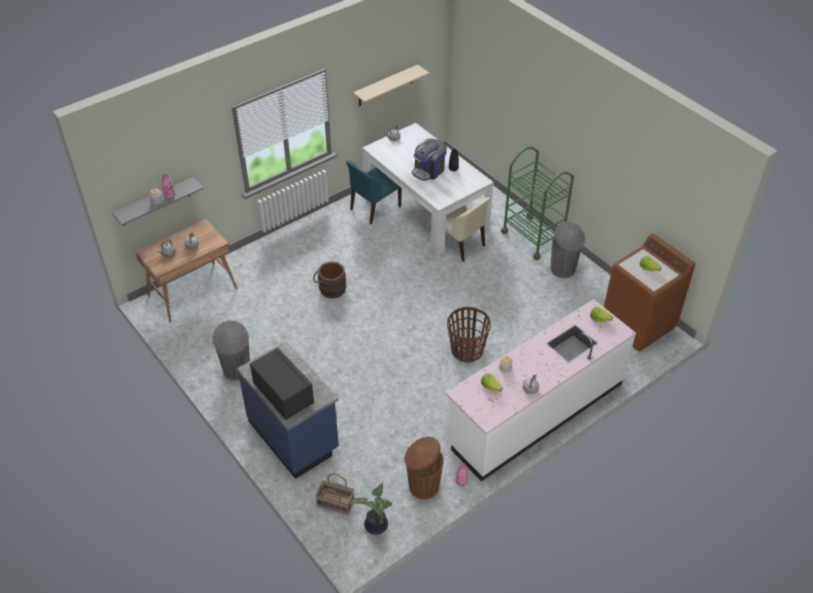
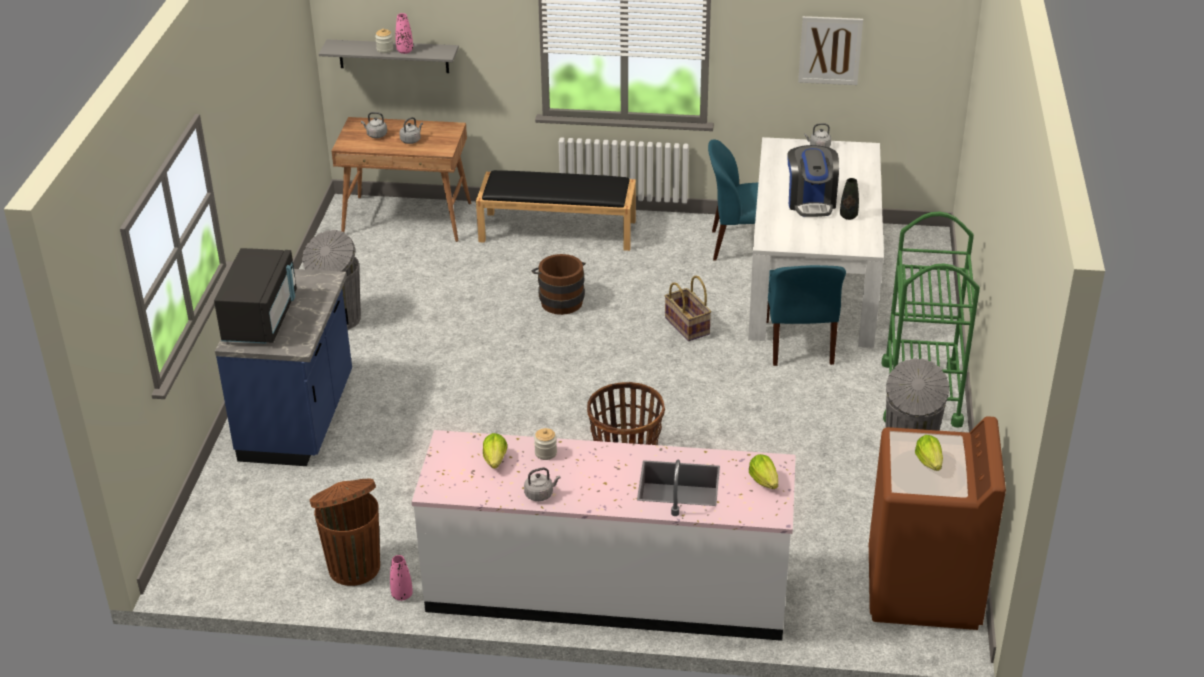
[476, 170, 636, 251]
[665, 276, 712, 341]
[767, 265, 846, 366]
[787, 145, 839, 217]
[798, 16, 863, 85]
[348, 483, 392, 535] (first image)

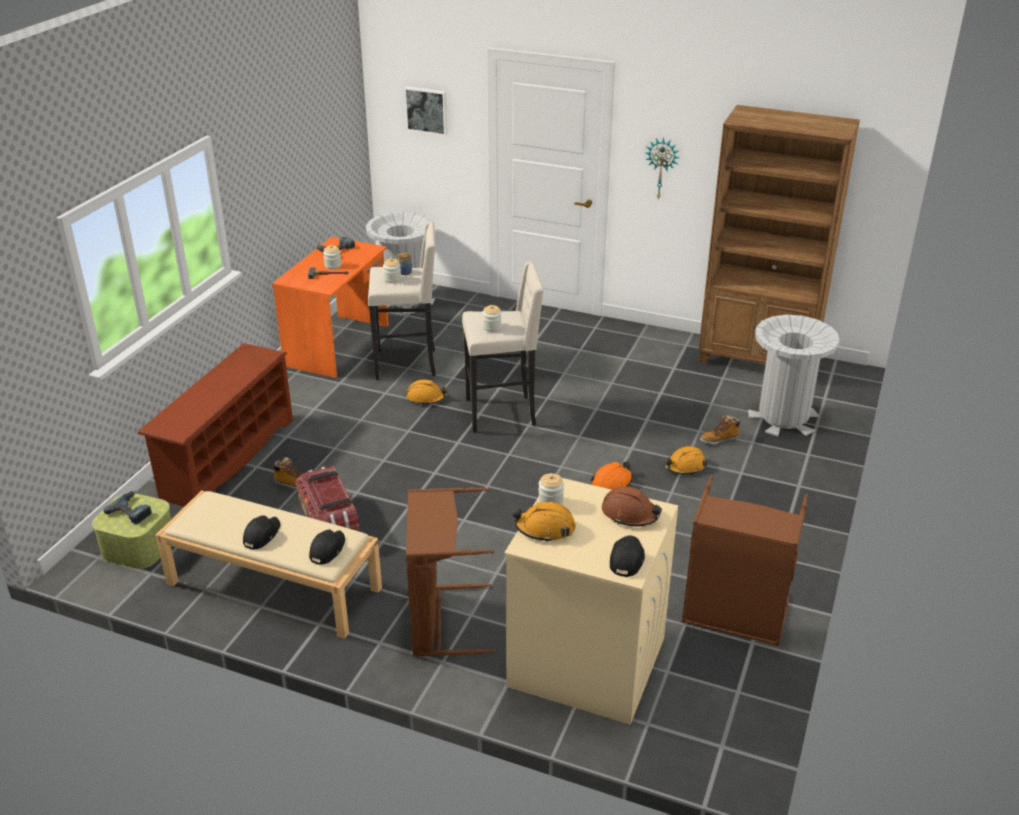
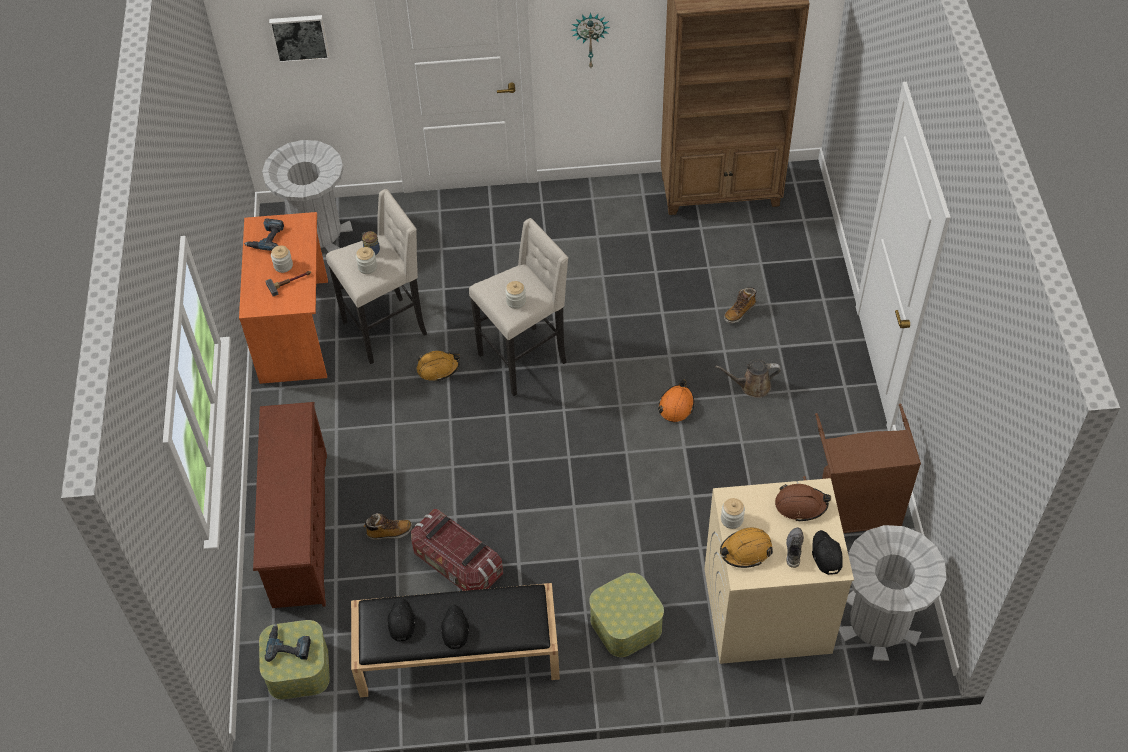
[351, 583, 560, 697]
[387, 598, 415, 641]
[589, 573, 664, 657]
[715, 360, 781, 398]
[786, 527, 804, 568]
[839, 525, 946, 661]
[664, 446, 707, 475] (first image)

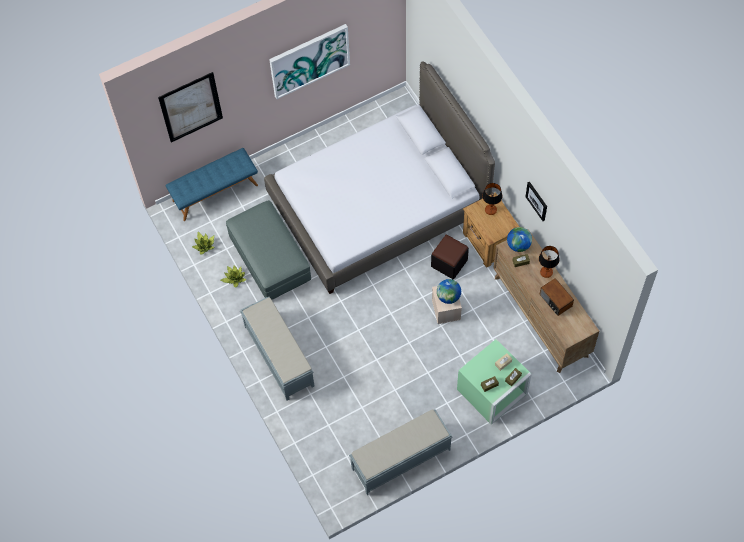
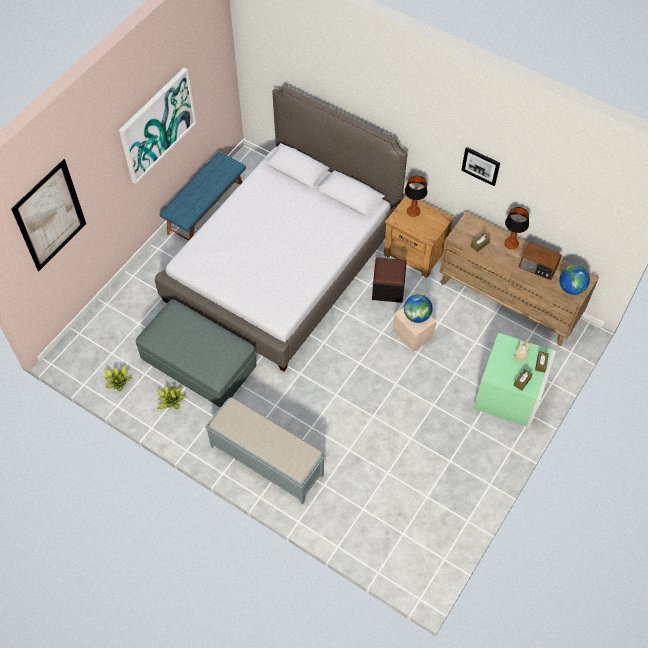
[159, 152, 246, 241]
[559, 265, 590, 295]
[349, 409, 453, 495] (first image)

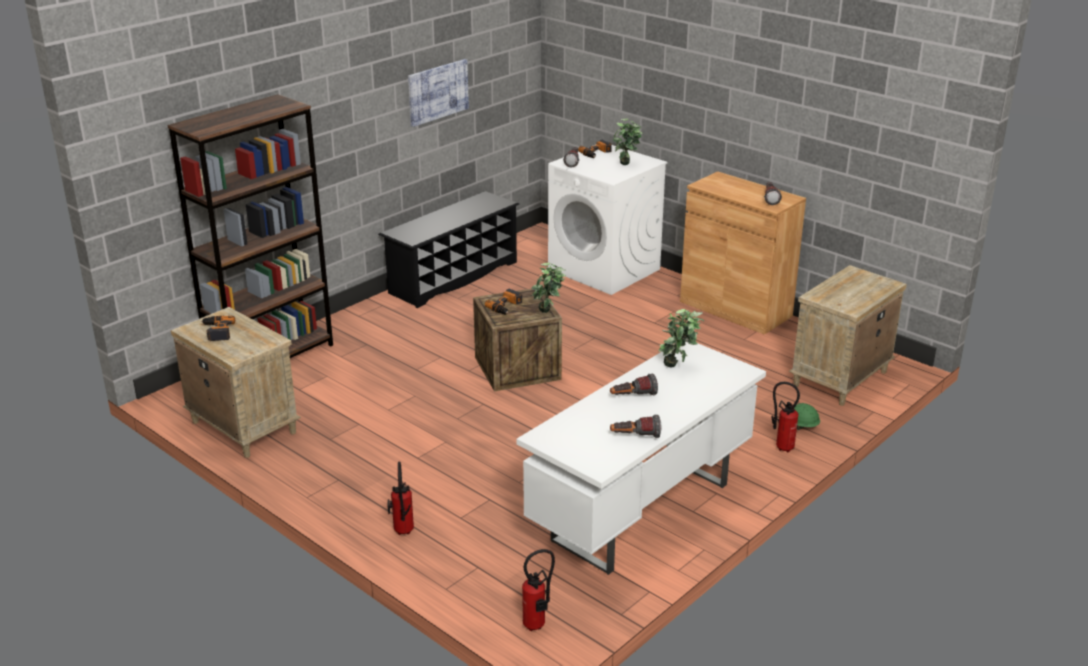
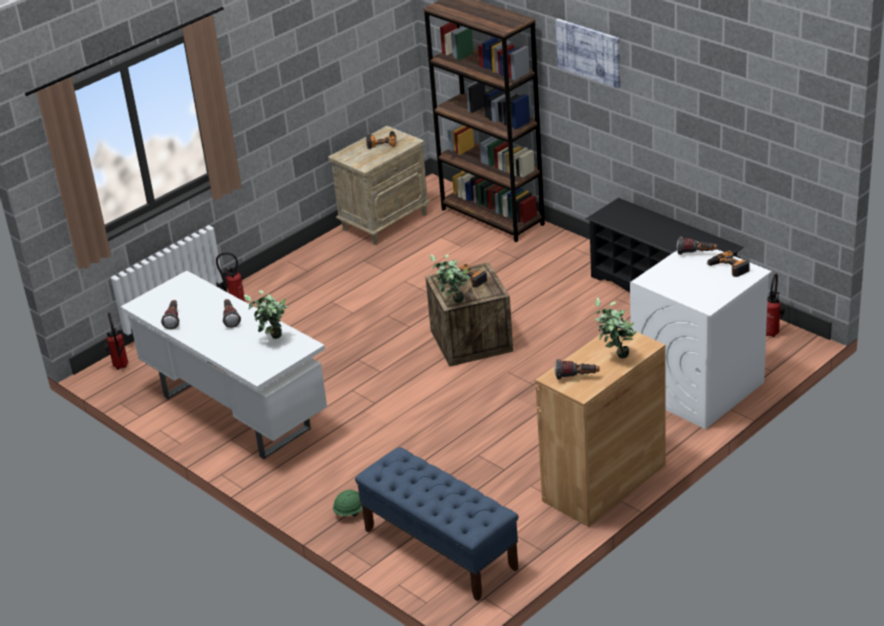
[355, 447, 519, 601]
[556, 19, 620, 88]
[595, 298, 636, 358]
[766, 274, 785, 337]

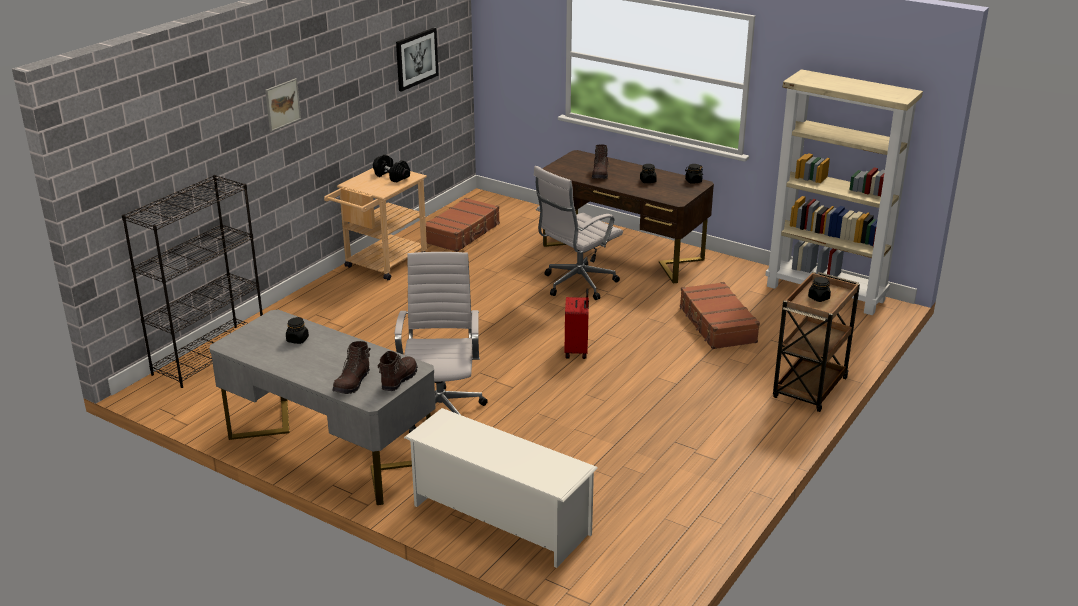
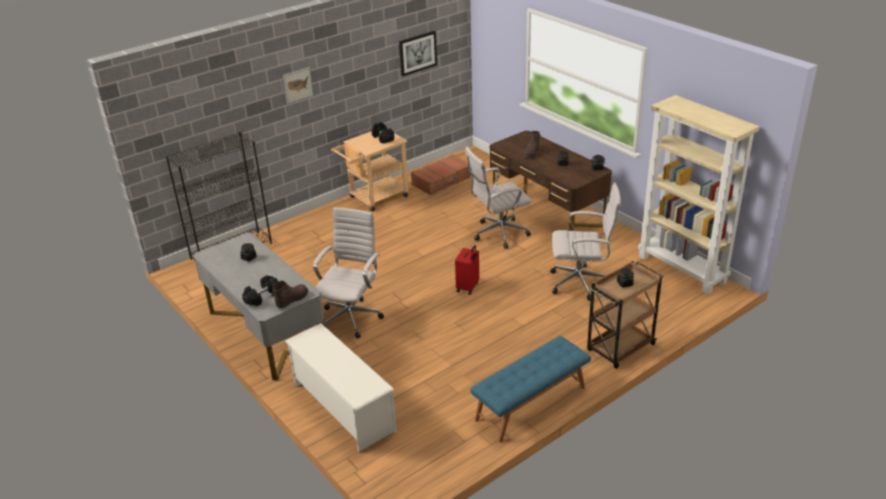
[242, 275, 279, 306]
[470, 336, 591, 442]
[550, 182, 621, 301]

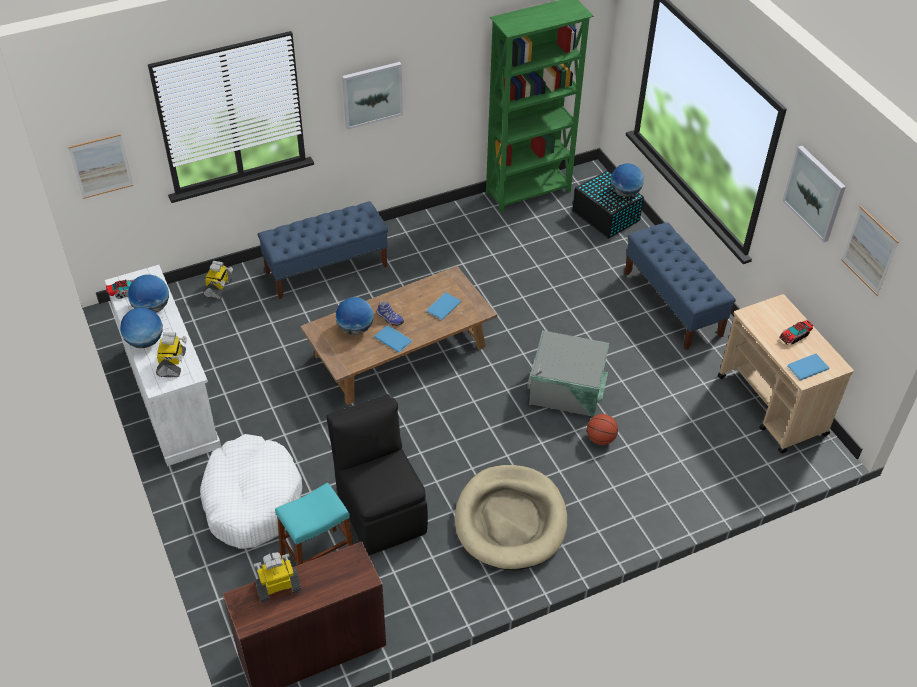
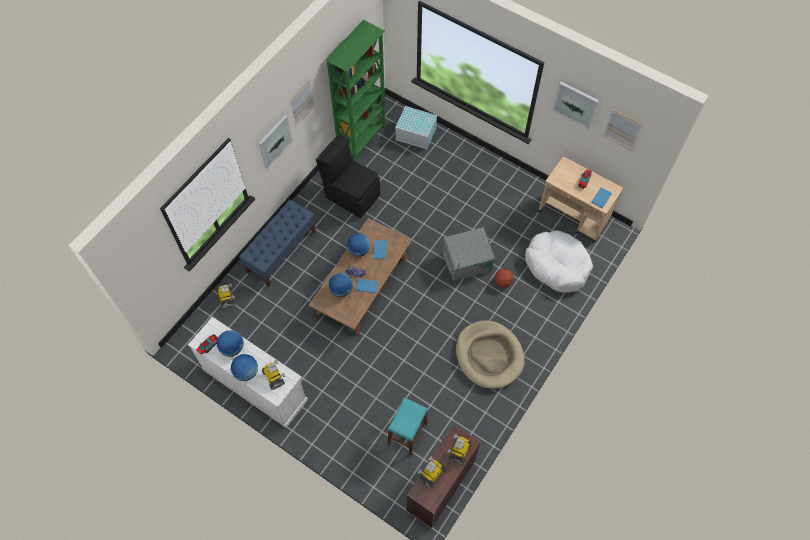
[290, 80, 315, 127]
[316, 135, 380, 218]
[347, 233, 370, 257]
[395, 106, 437, 149]
[447, 434, 472, 465]
[525, 231, 593, 293]
[624, 222, 736, 350] (first image)

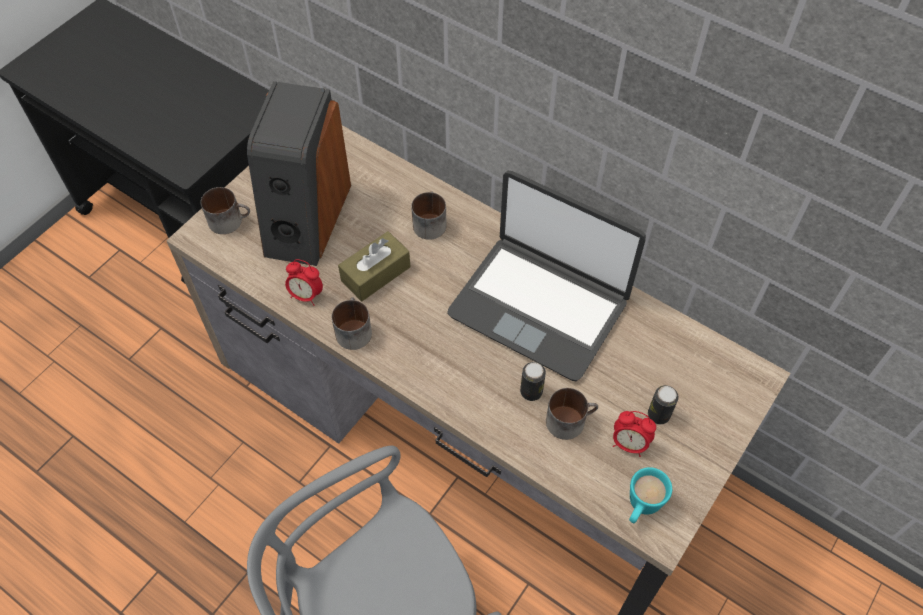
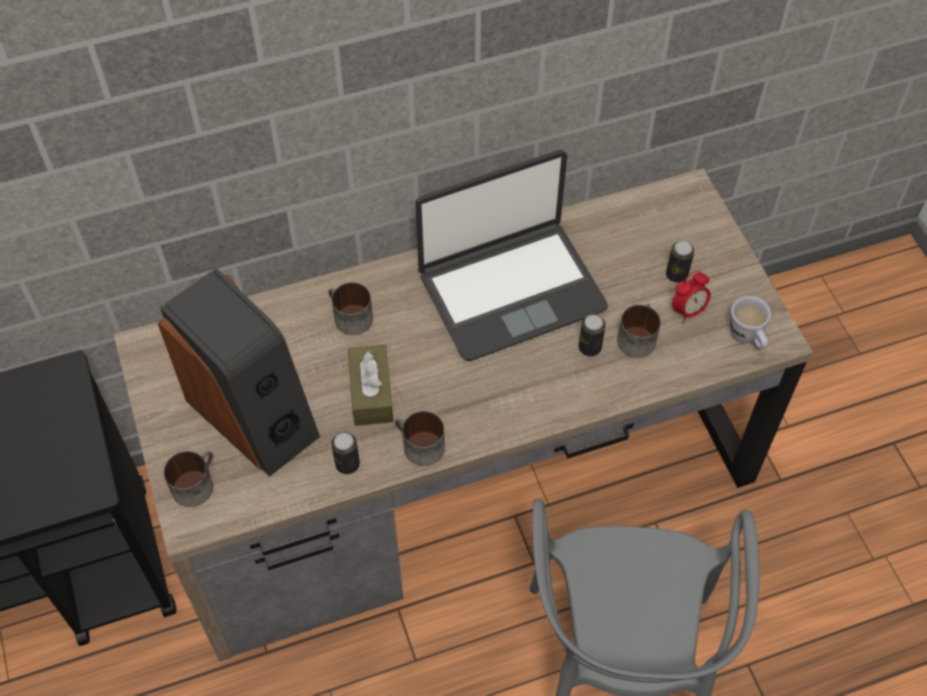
[331, 432, 360, 474]
[730, 296, 771, 349]

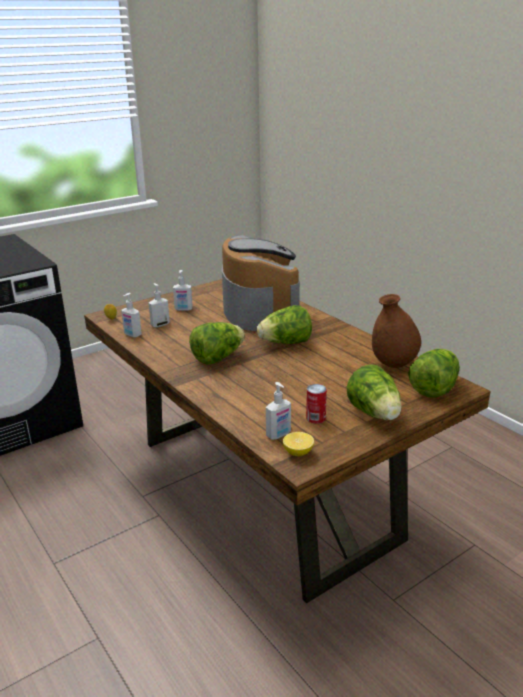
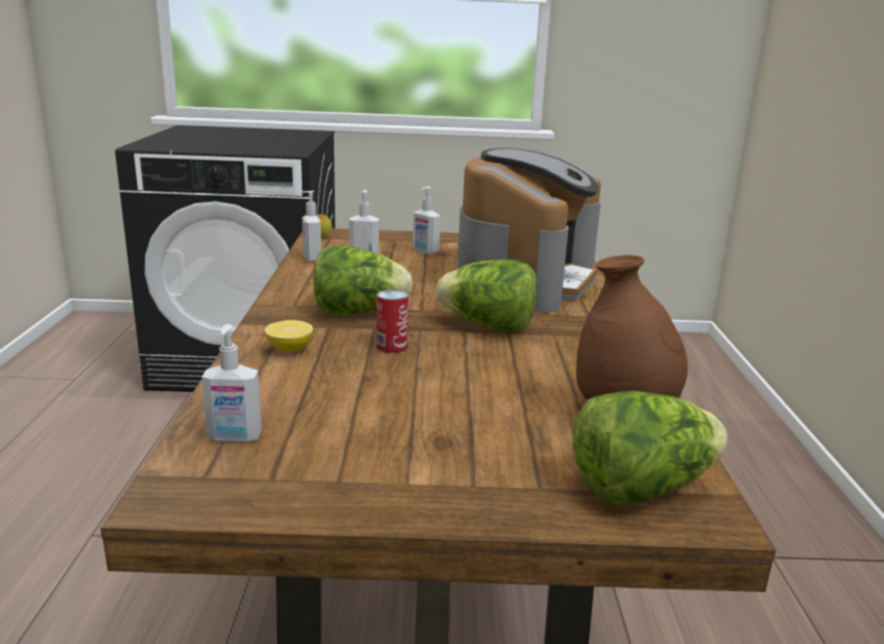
[265, 320, 313, 352]
[376, 289, 409, 353]
[347, 364, 402, 420] (first image)

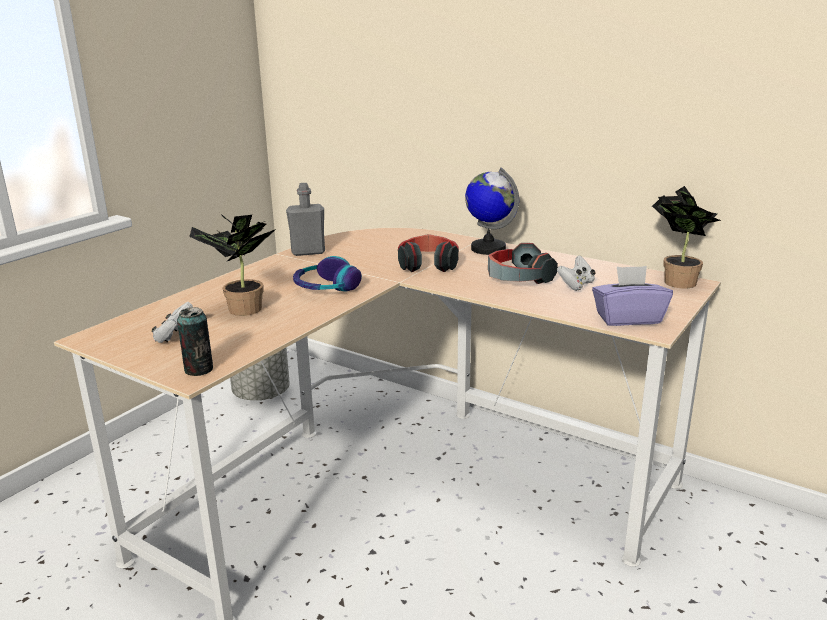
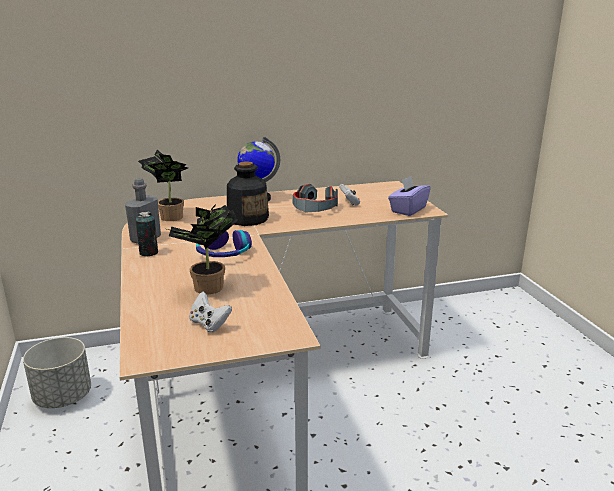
[136, 212, 158, 256]
[138, 150, 188, 221]
[227, 161, 269, 226]

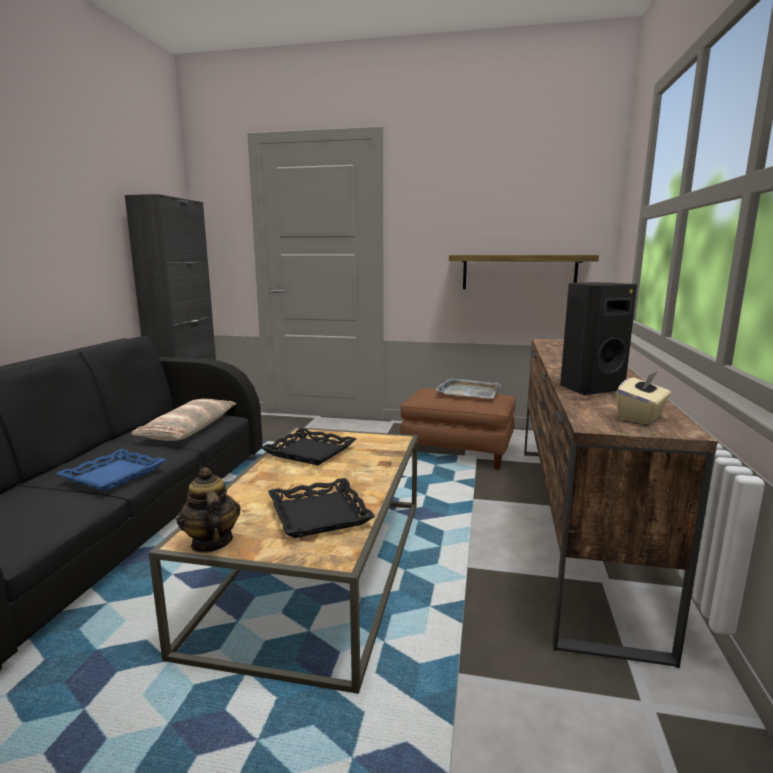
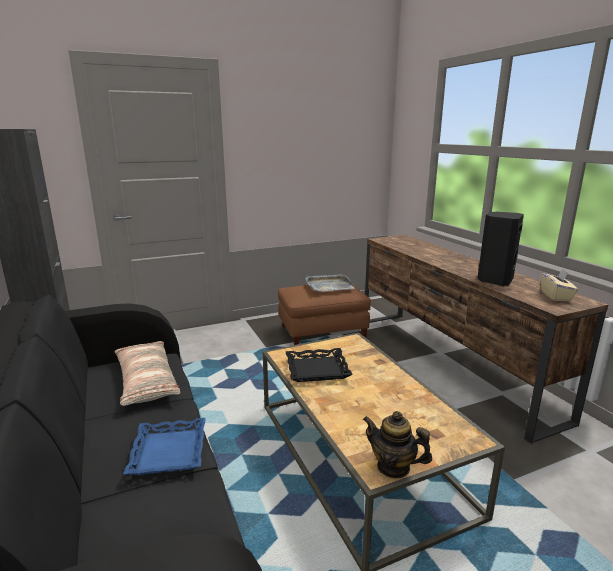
[268, 478, 375, 538] (first image)
[449, 255, 599, 289] (first image)

